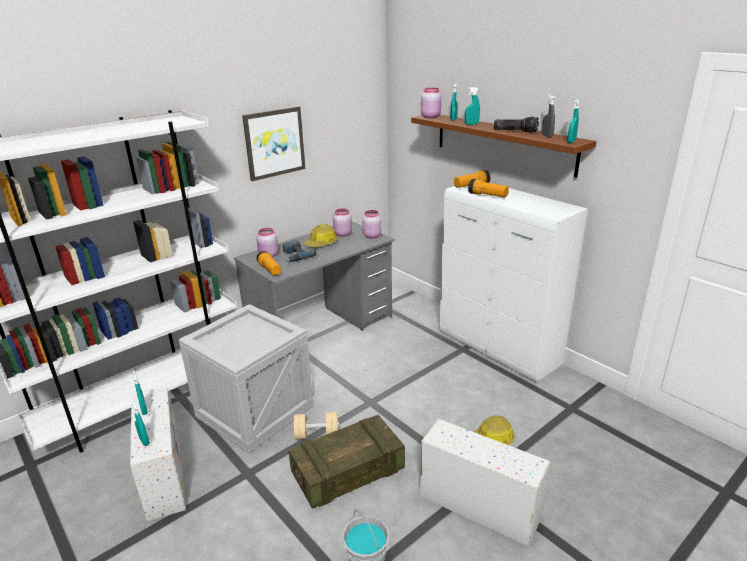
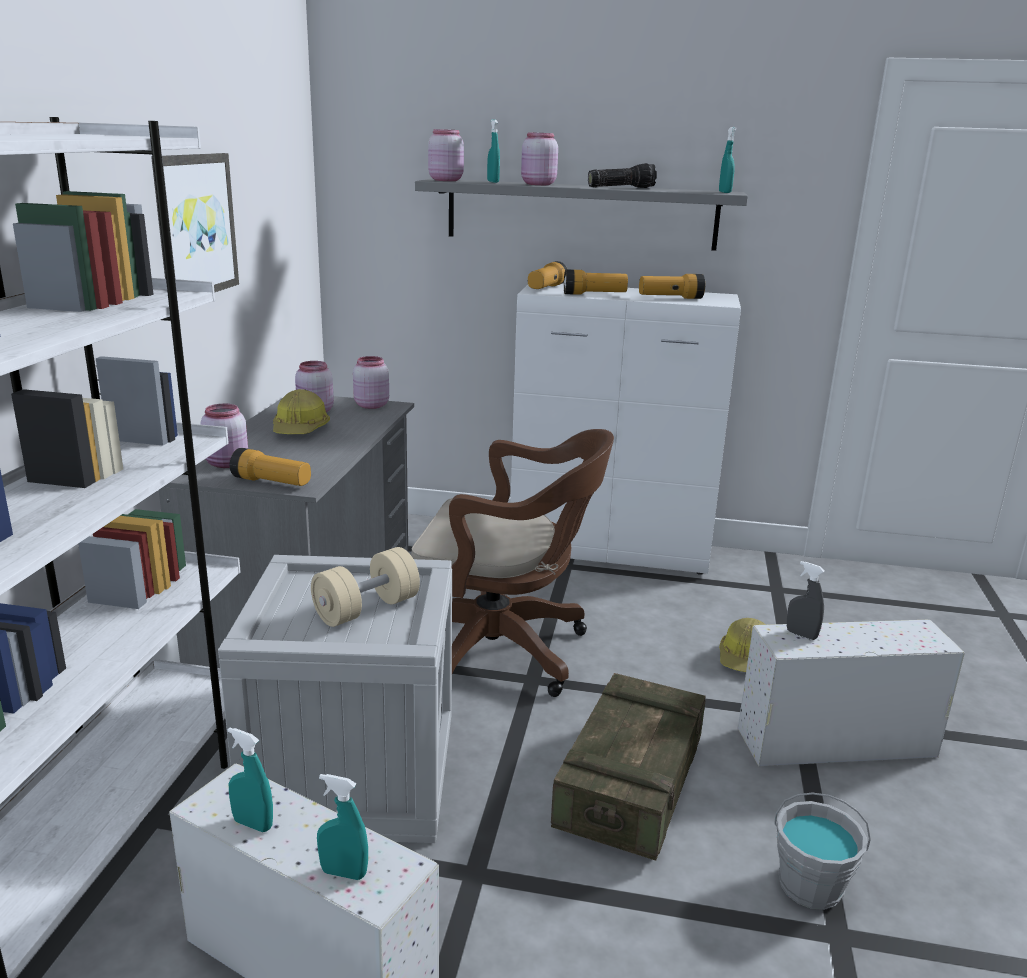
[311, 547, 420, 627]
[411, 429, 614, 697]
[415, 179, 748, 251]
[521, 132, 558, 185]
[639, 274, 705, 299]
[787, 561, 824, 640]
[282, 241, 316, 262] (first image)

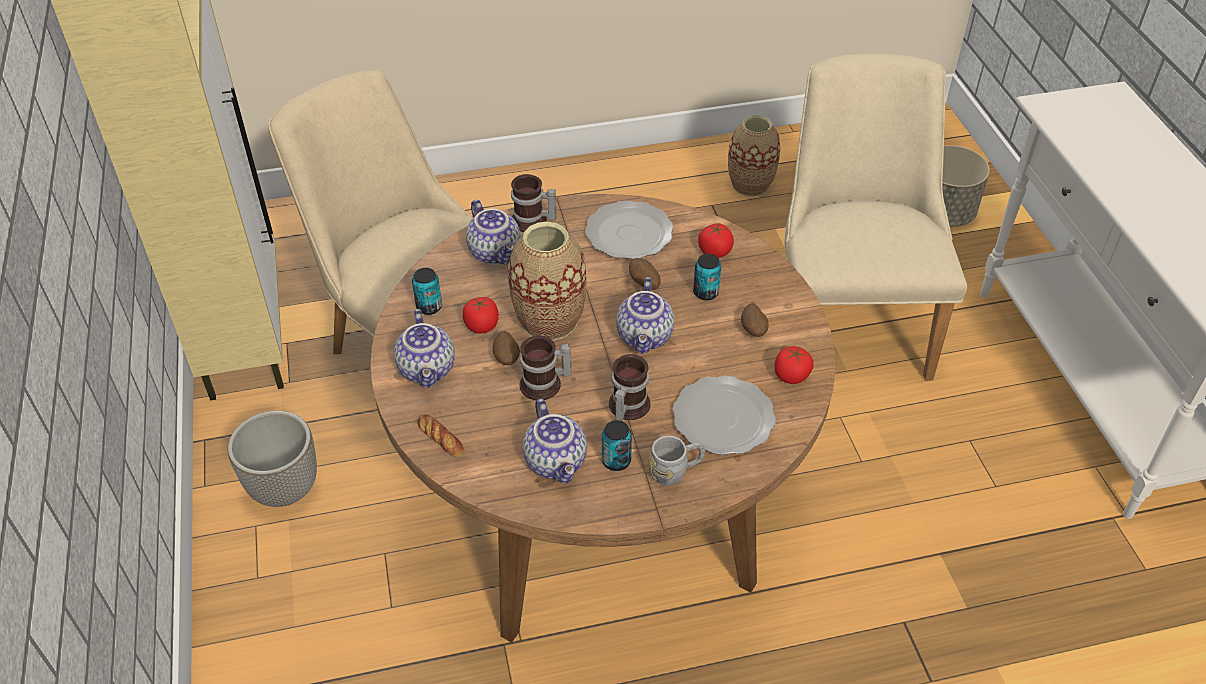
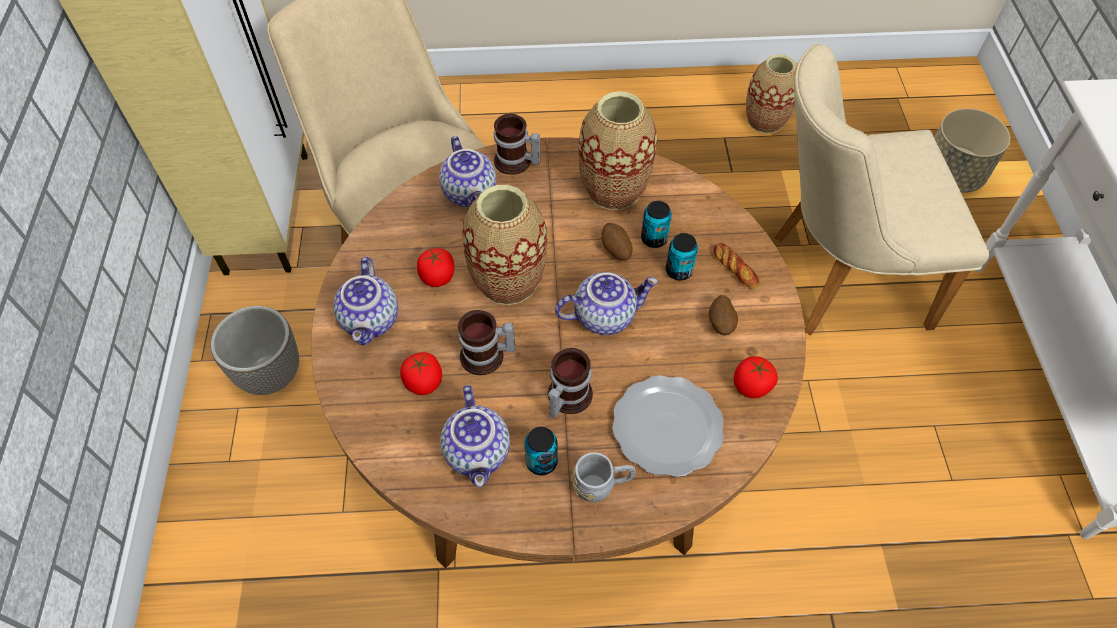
[400, 352, 442, 395]
[555, 272, 658, 335]
[578, 91, 657, 210]
[641, 201, 672, 248]
[713, 243, 760, 289]
[775, 44, 989, 336]
[493, 331, 520, 365] (first image)

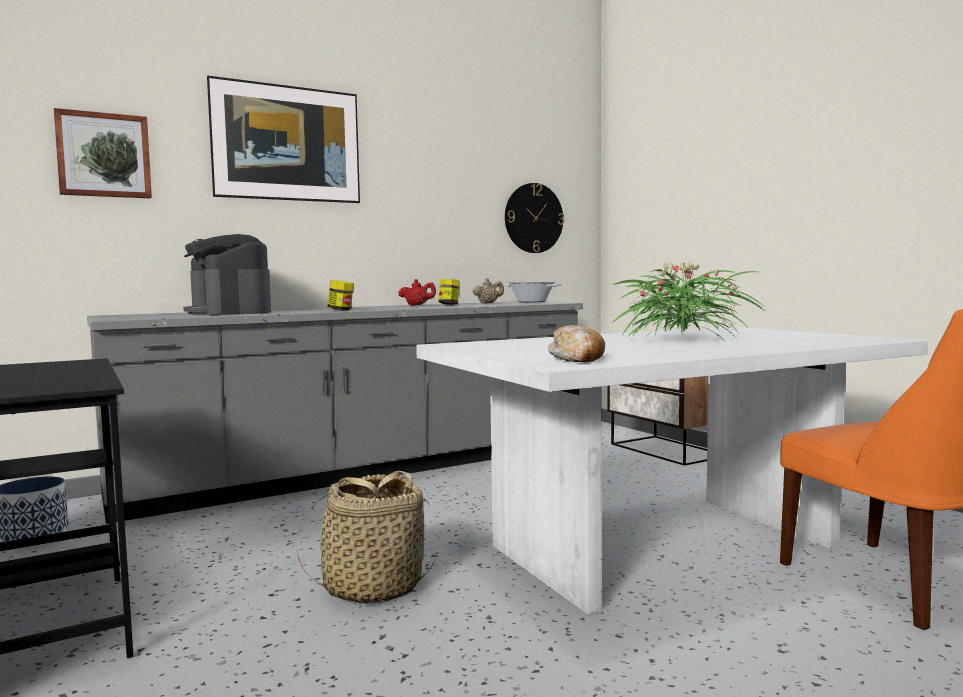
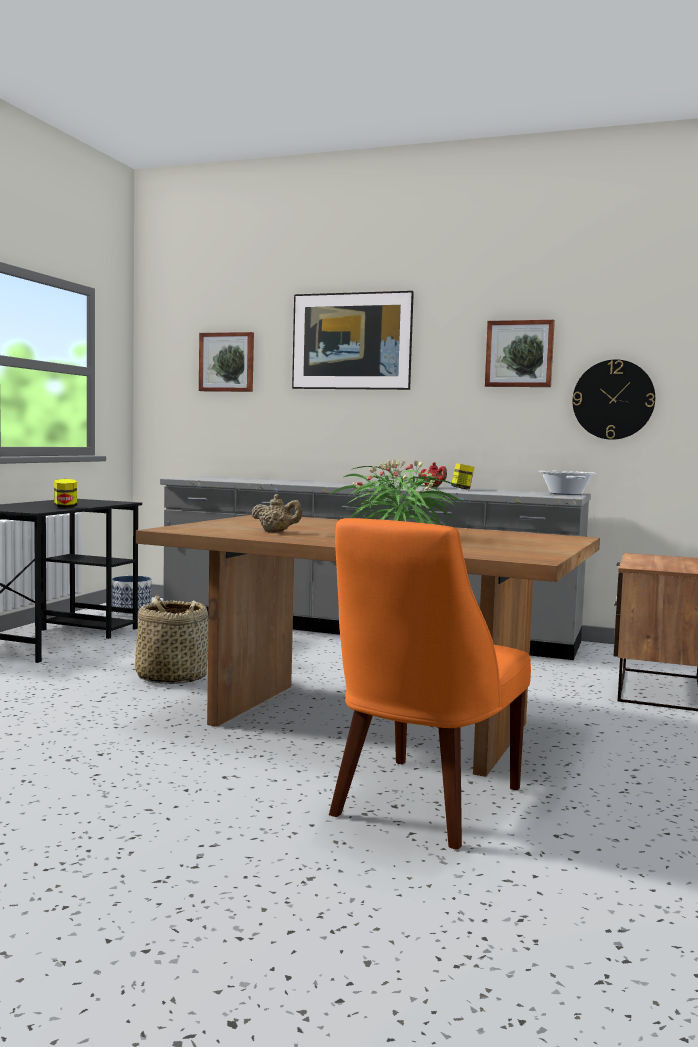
[54, 479, 77, 508]
[136, 515, 600, 777]
[251, 494, 302, 532]
[485, 320, 555, 387]
[183, 234, 271, 315] (first image)
[548, 325, 605, 362] (first image)

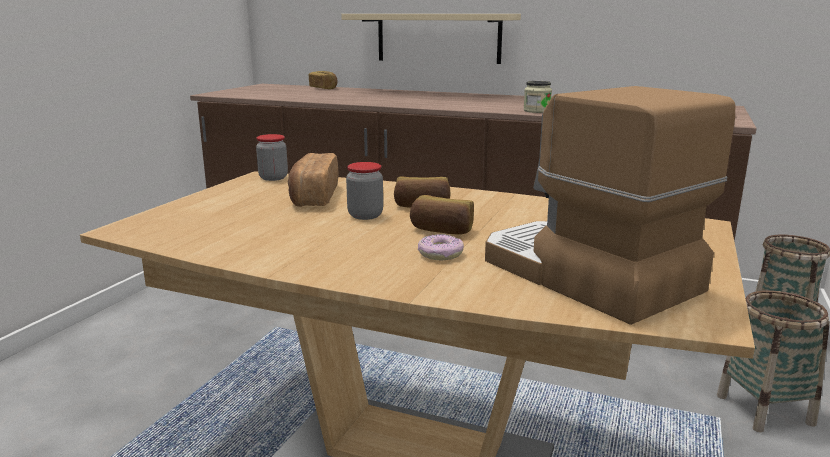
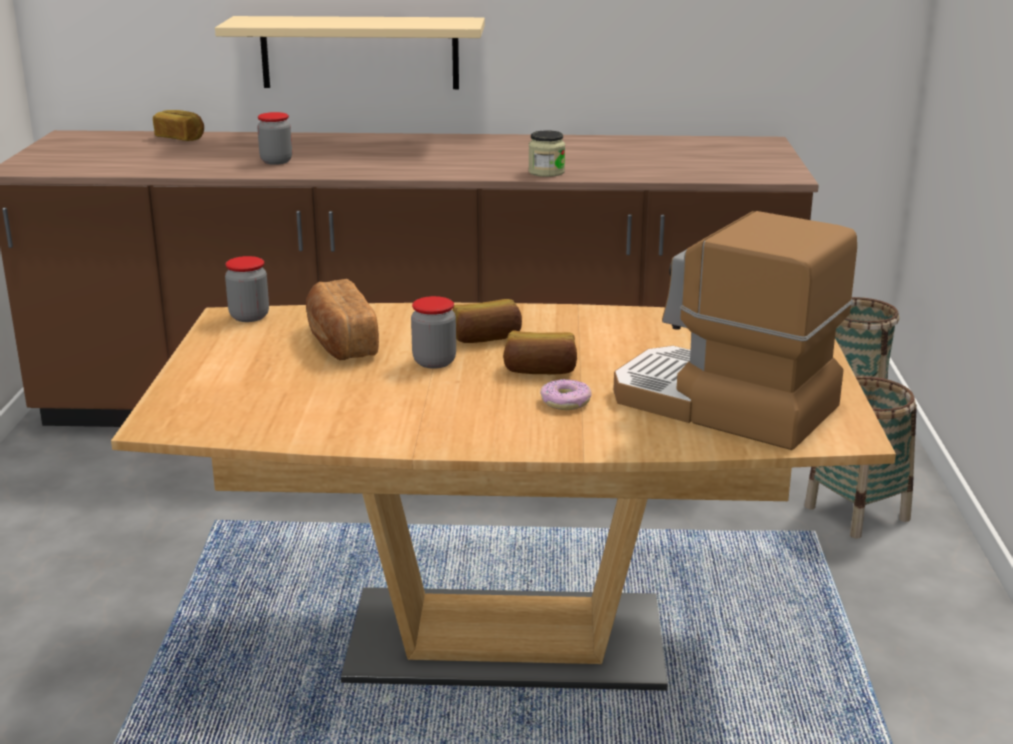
[257, 112, 292, 165]

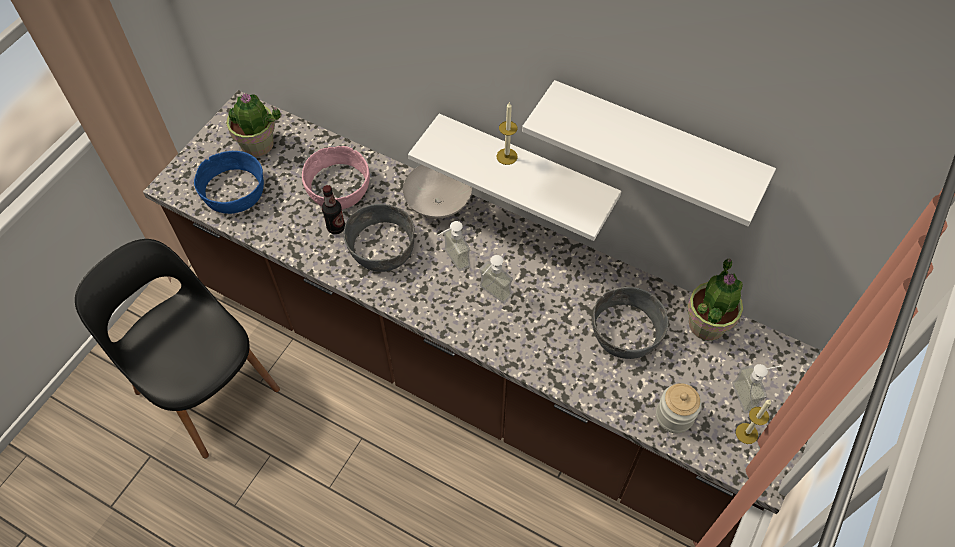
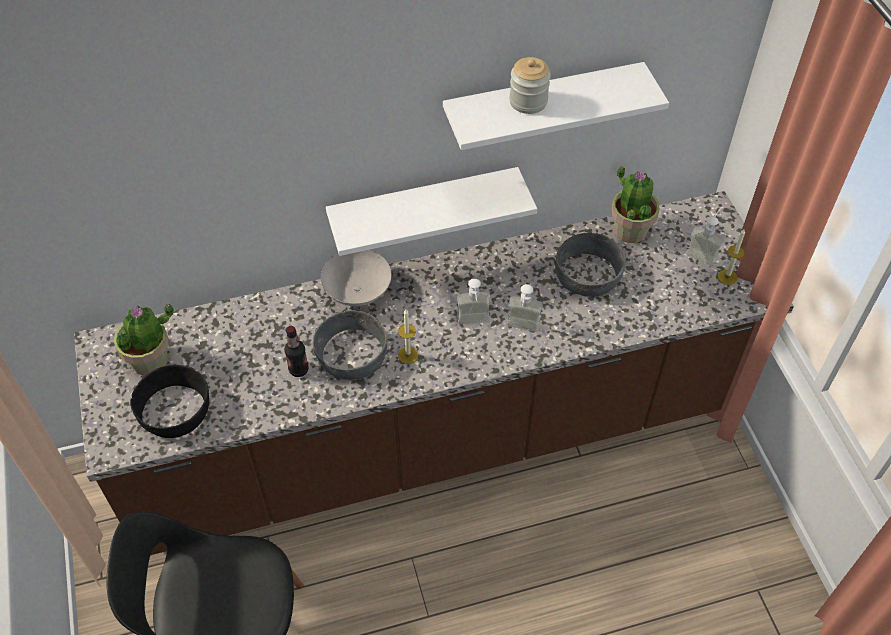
[130, 365, 209, 438]
[398, 310, 418, 364]
[507, 284, 542, 332]
[509, 57, 551, 114]
[302, 146, 370, 210] (first image)

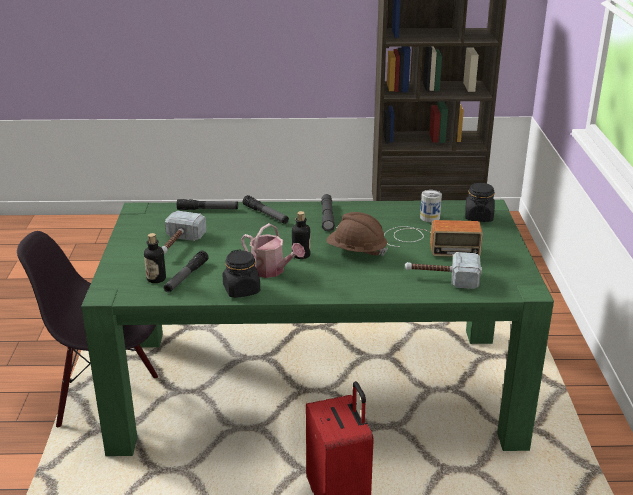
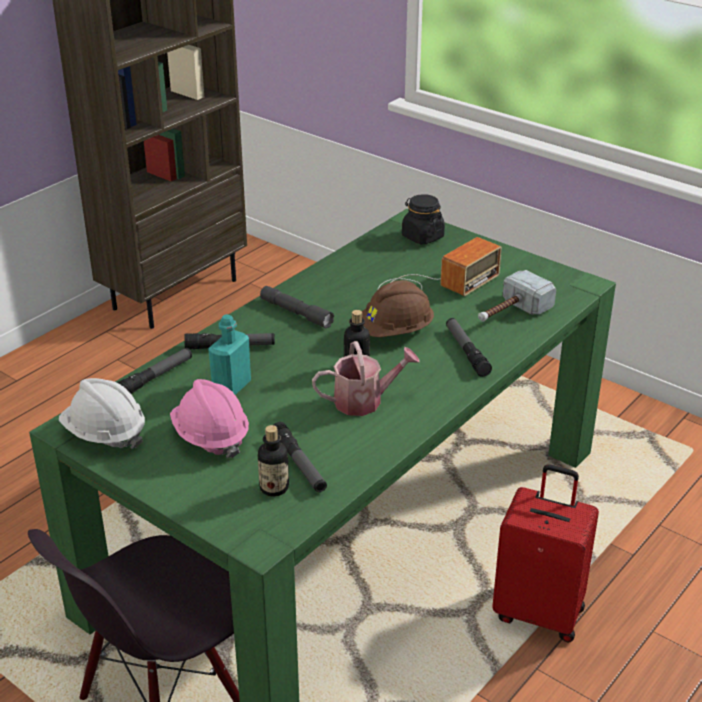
[59, 378, 145, 449]
[170, 379, 249, 458]
[208, 314, 251, 395]
[446, 318, 492, 377]
[223, 249, 260, 298] (first image)
[420, 190, 442, 222] (first image)

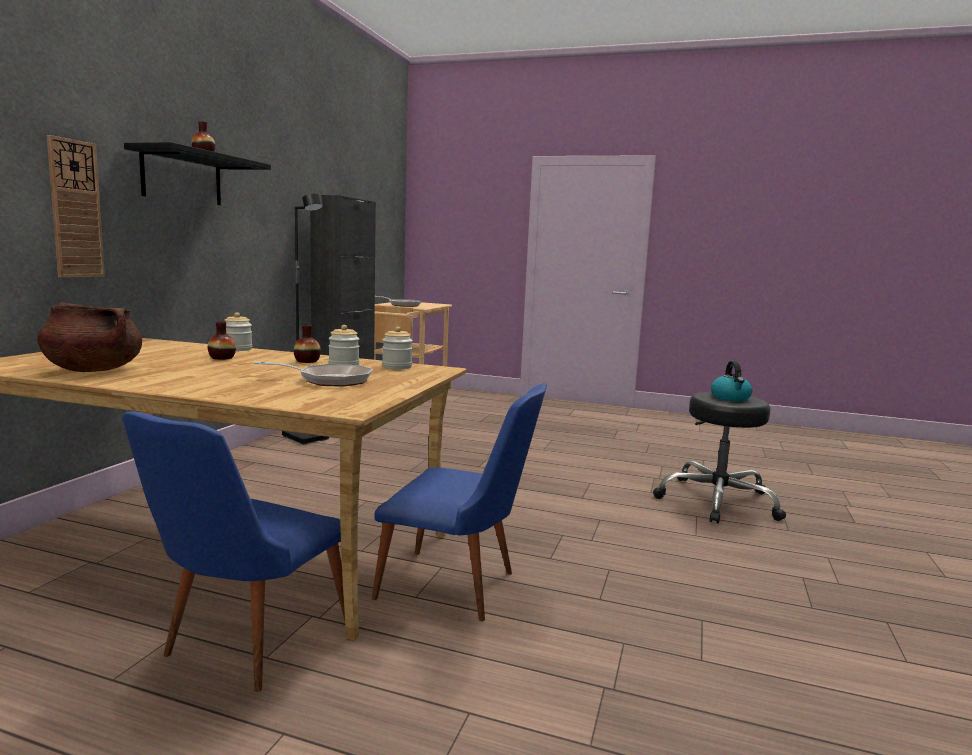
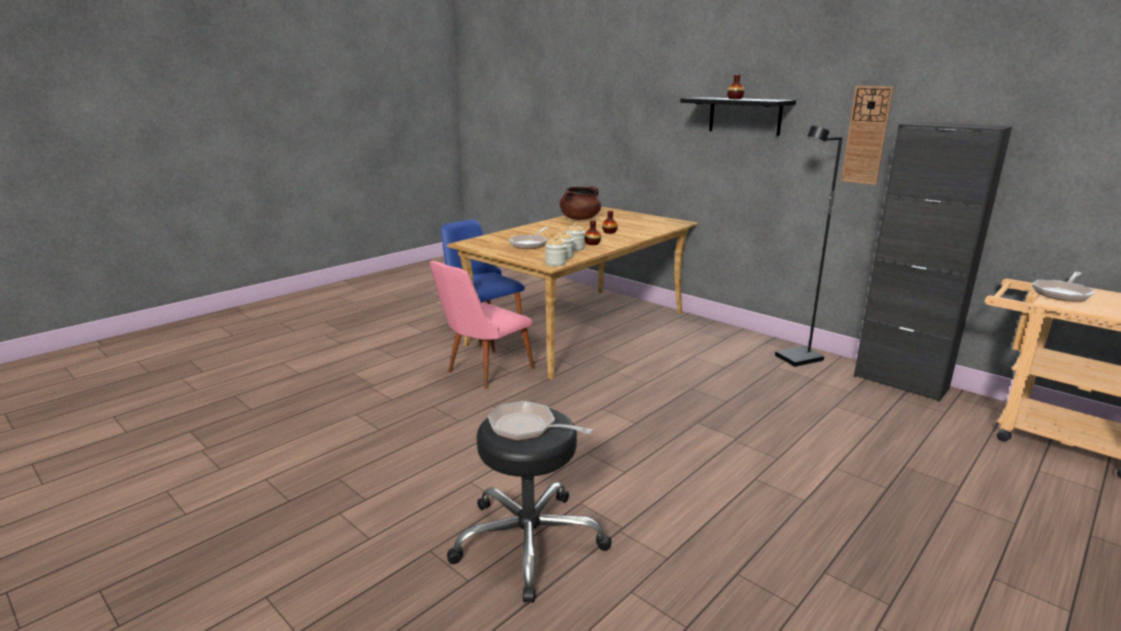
[430, 261, 535, 389]
[488, 401, 593, 441]
[545, 236, 566, 266]
[841, 86, 894, 185]

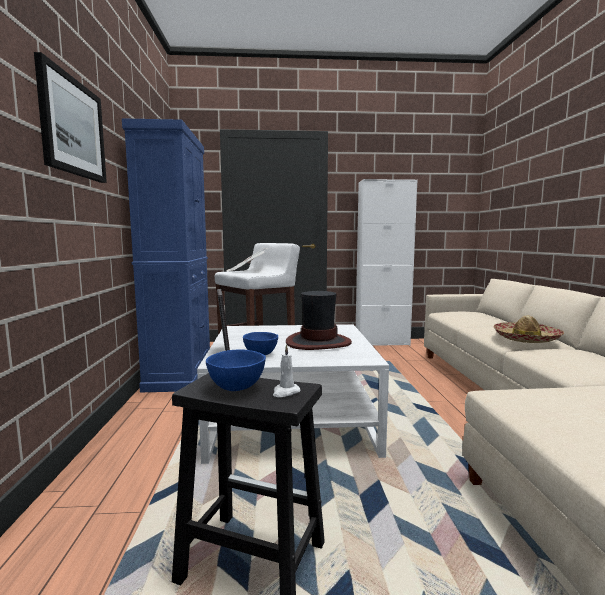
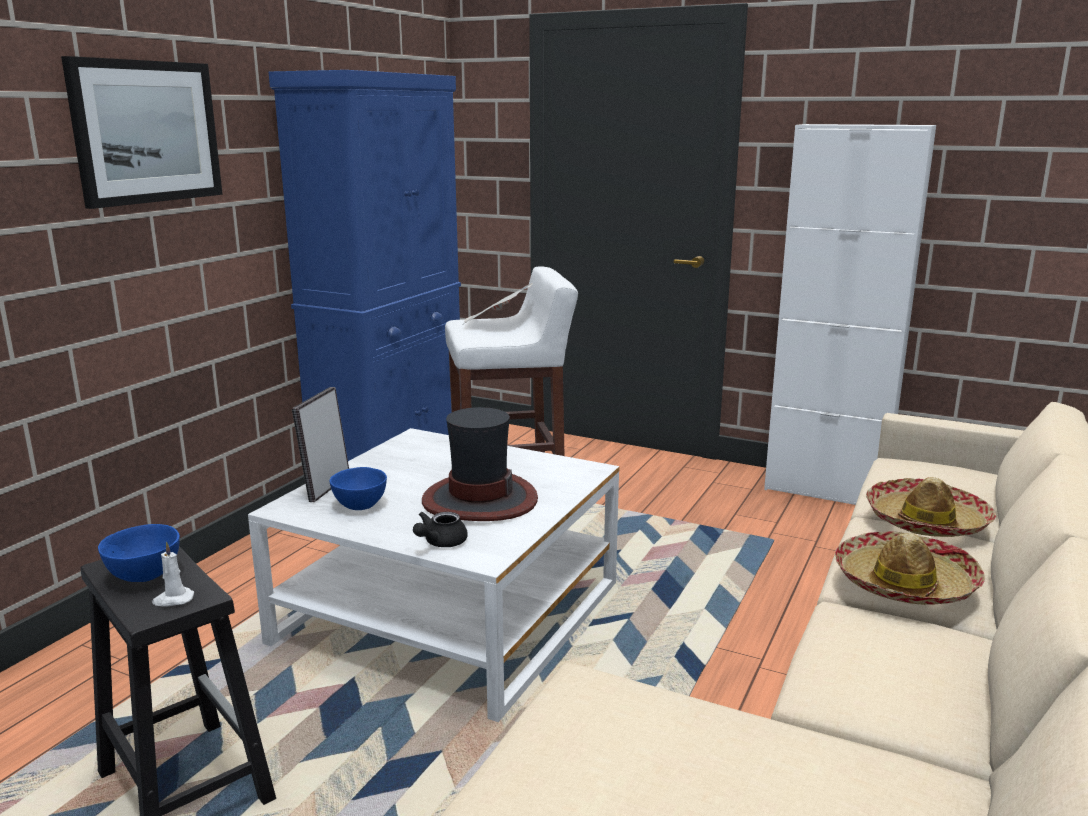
[413, 512, 468, 547]
[866, 477, 996, 537]

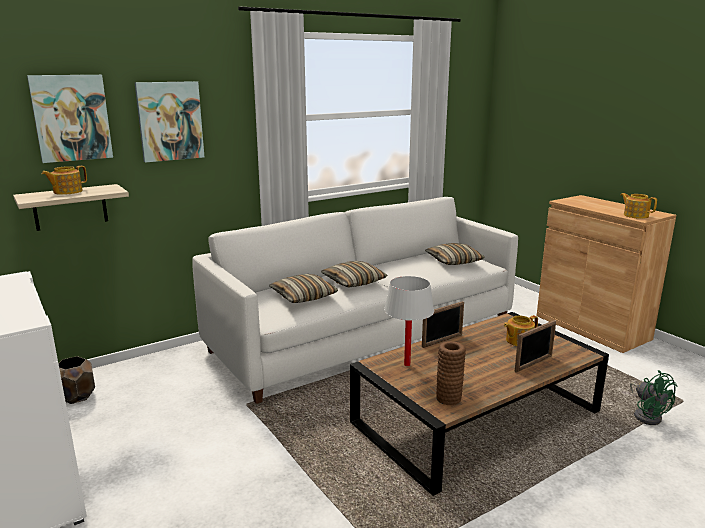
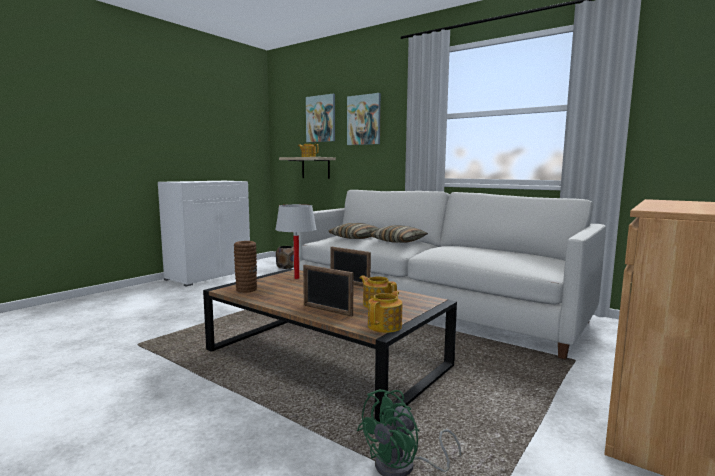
[368, 291, 402, 333]
[425, 243, 485, 265] (first image)

